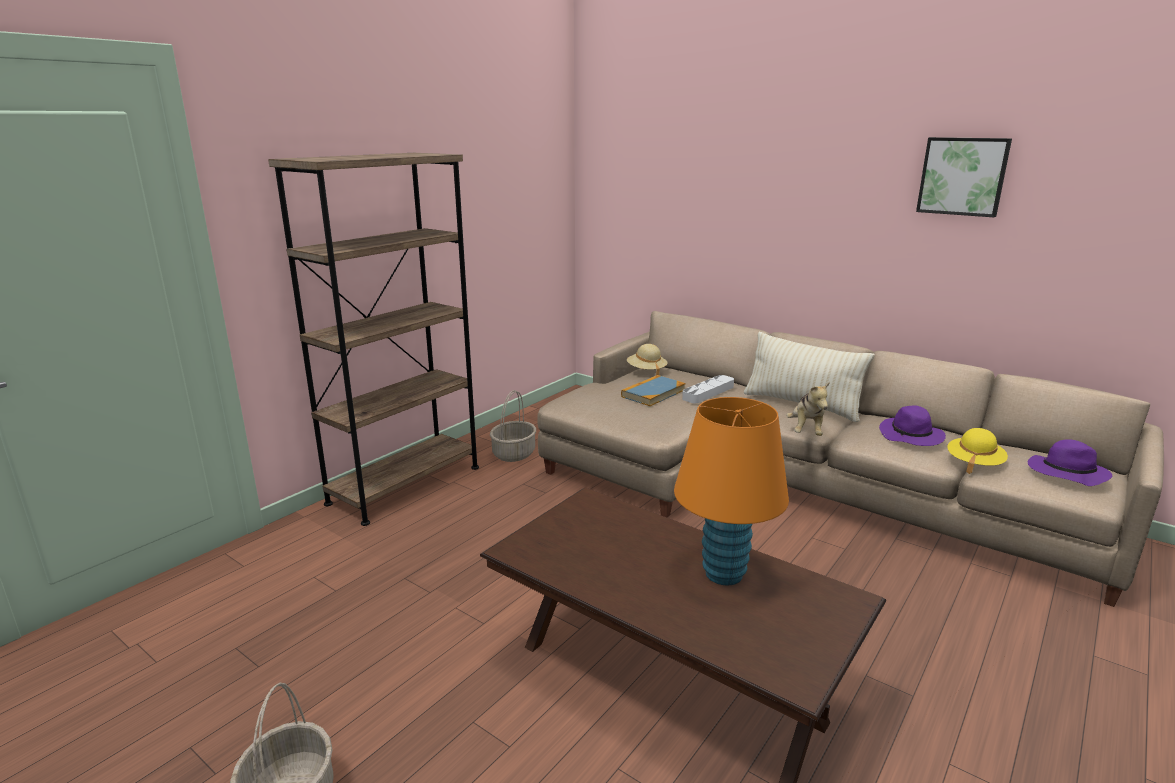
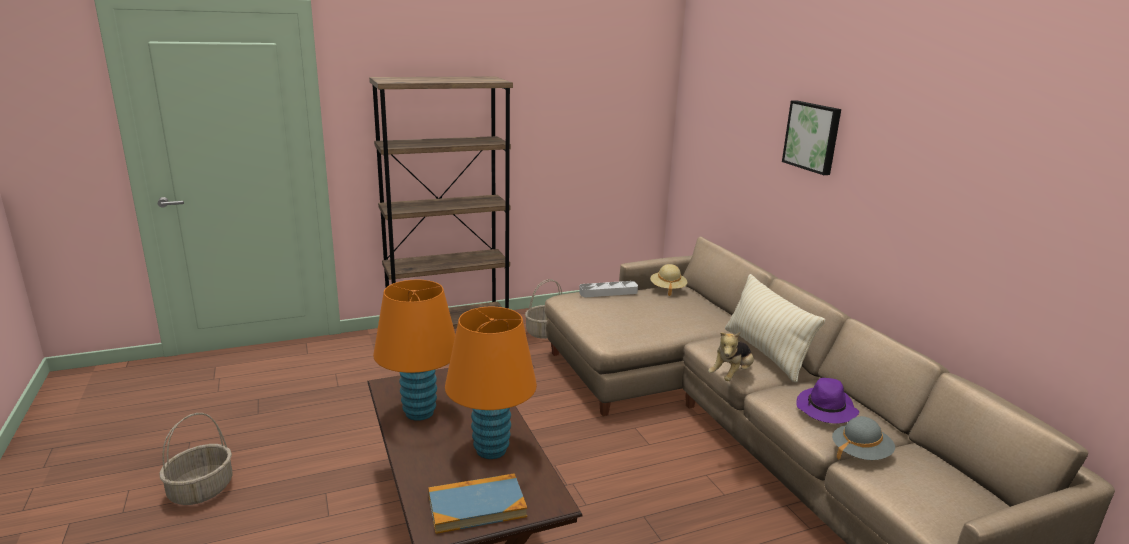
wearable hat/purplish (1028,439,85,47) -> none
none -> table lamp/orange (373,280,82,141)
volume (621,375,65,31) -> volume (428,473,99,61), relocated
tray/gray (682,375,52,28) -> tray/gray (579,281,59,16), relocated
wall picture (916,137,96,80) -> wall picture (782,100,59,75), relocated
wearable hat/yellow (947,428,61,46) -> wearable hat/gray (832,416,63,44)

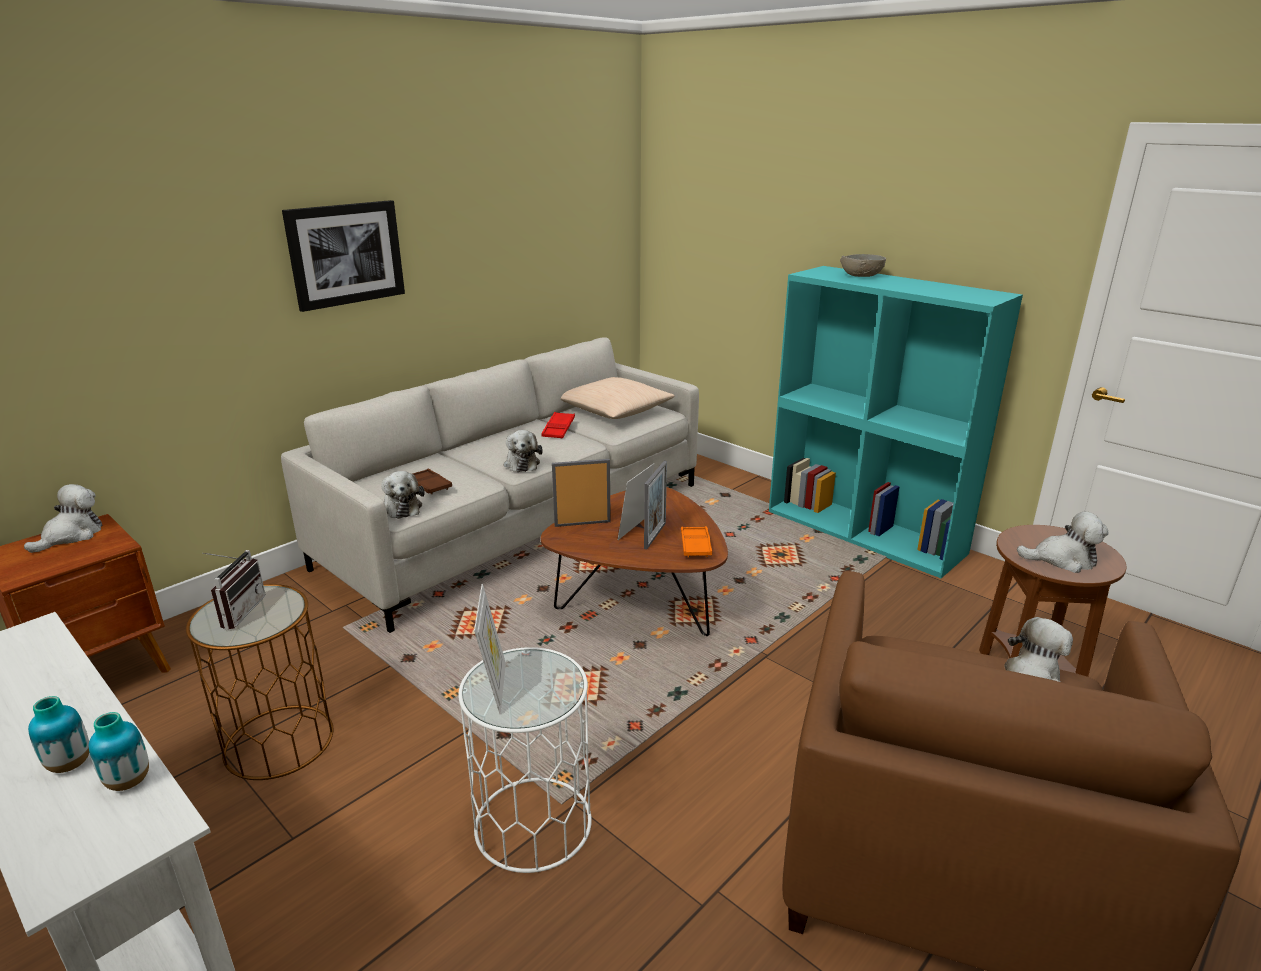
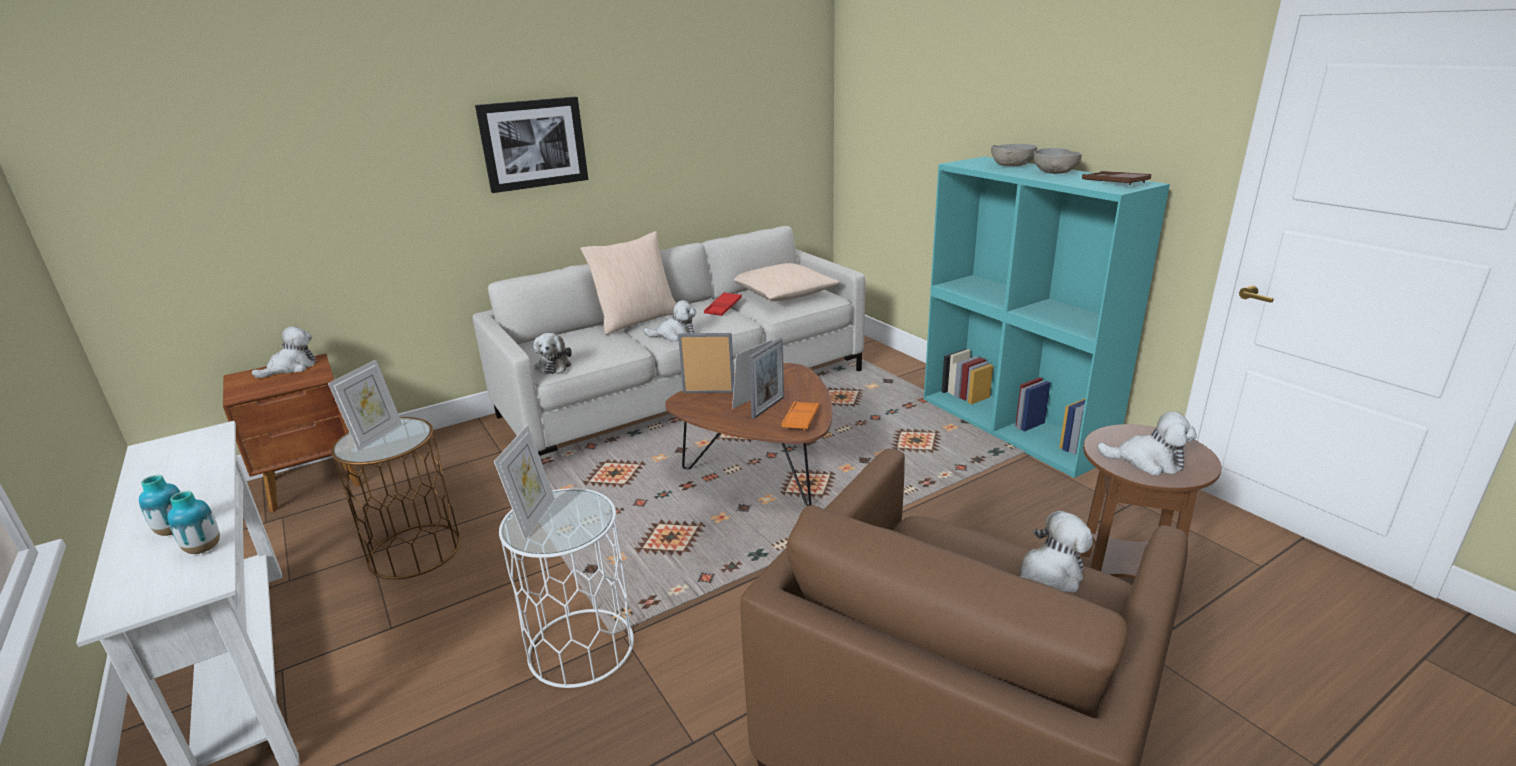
none -> throw pillow/sand-coloured (580,231,96,104)
none -> bowl/gray (1034,148,48,26)
tray/brownish (413,469,39,25) -> tray/brownish (1082,171,69,14), relocated
radio (202,550,64,80) -> photo frame (328,360,74,91)
soft toy (504,430,39,42) -> soft toy (644,300,52,42), 90 degrees counterclockwise

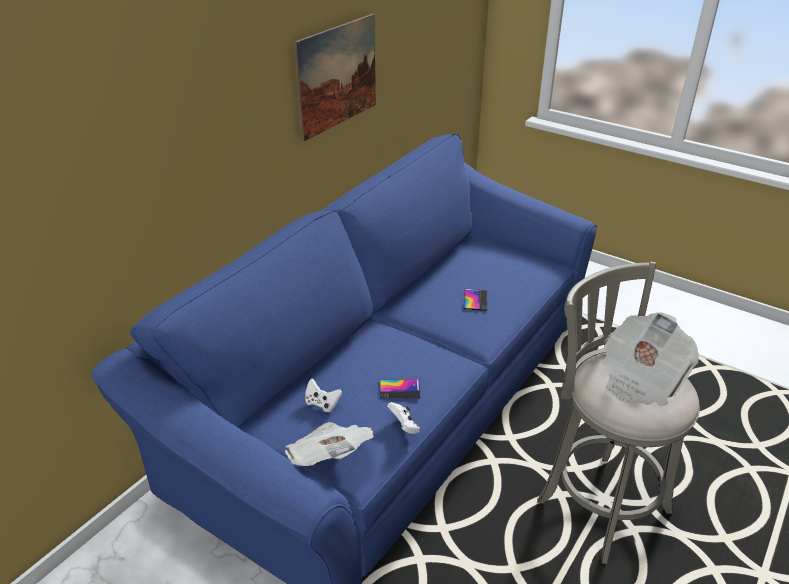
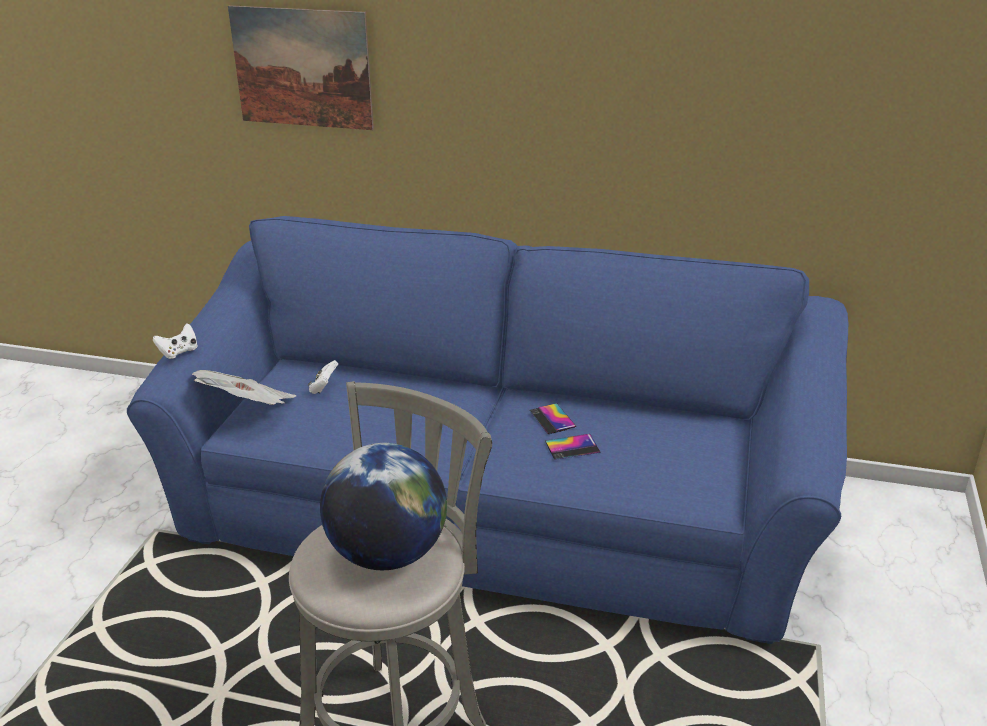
wall picture (294,14,82,127) -> wall picture (228,5,146,125), relocated
handset (380,379,40,20) -> handset (529,403,48,31), relocated
game controller/white (387,402,33,32) -> game controller/white (153,323,44,36), relocated
printed paper (602,312,97,94) -> world globe (320,443,127,127)

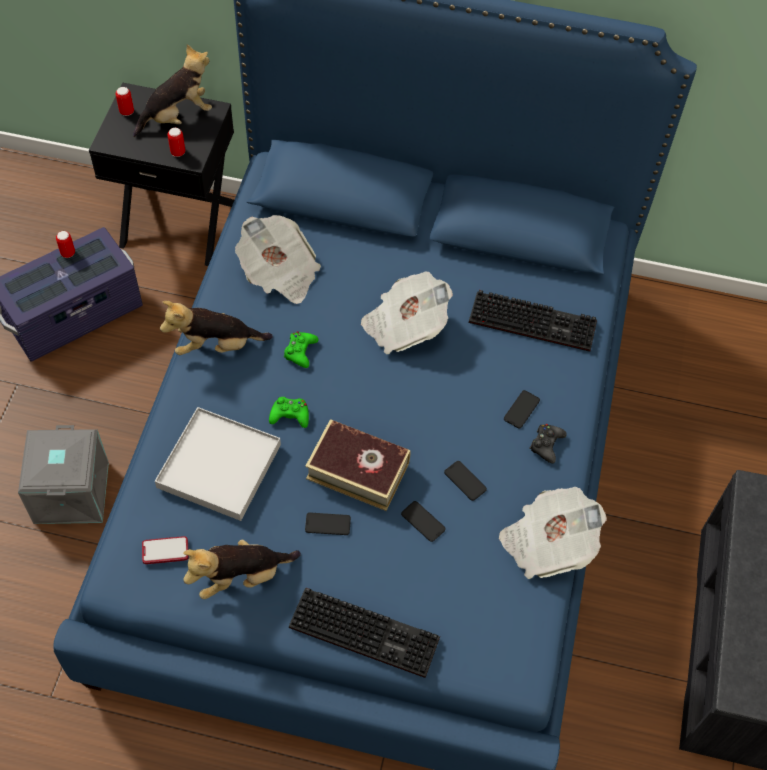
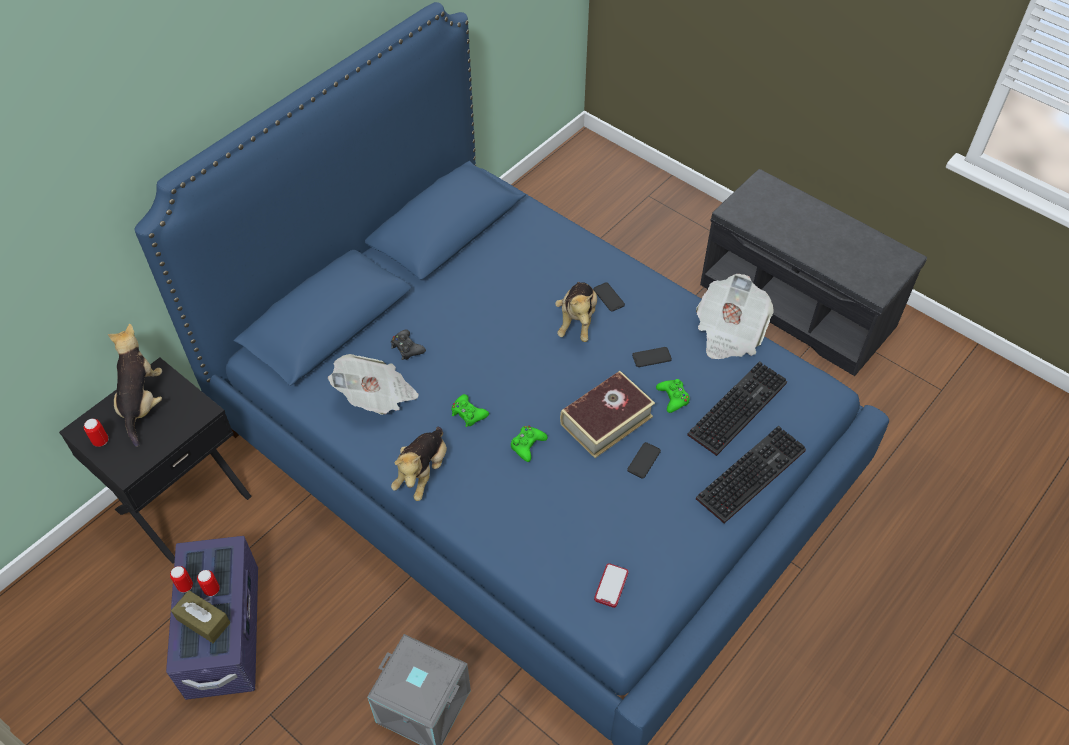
tray/white (155,407,126,114) -> none
printed paper (361,271,92,83) -> none
none -> tissue holder/brownish (171,590,59,53)
can (168,128,17,29) -> can (197,570,23,26), relocated
soft toy (183,540,118,59) -> soft toy (555,282,42,60), relocated
computer keyboard (469,290,128,62) -> computer keyboard (687,361,100,95), relocated
game controller/blackish (529,424,38,40) -> game controller/blackish (391,329,35,31), relocated
handset (401,501,45,41) -> game controller/green-coloured (656,379,34,34)

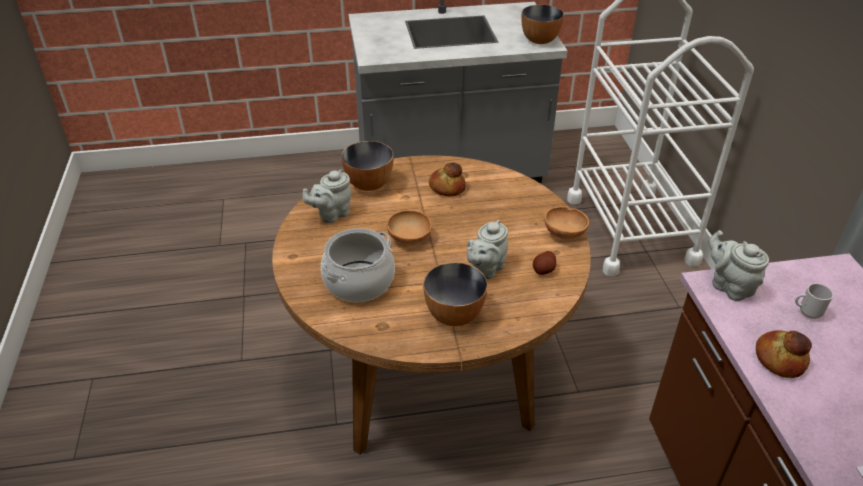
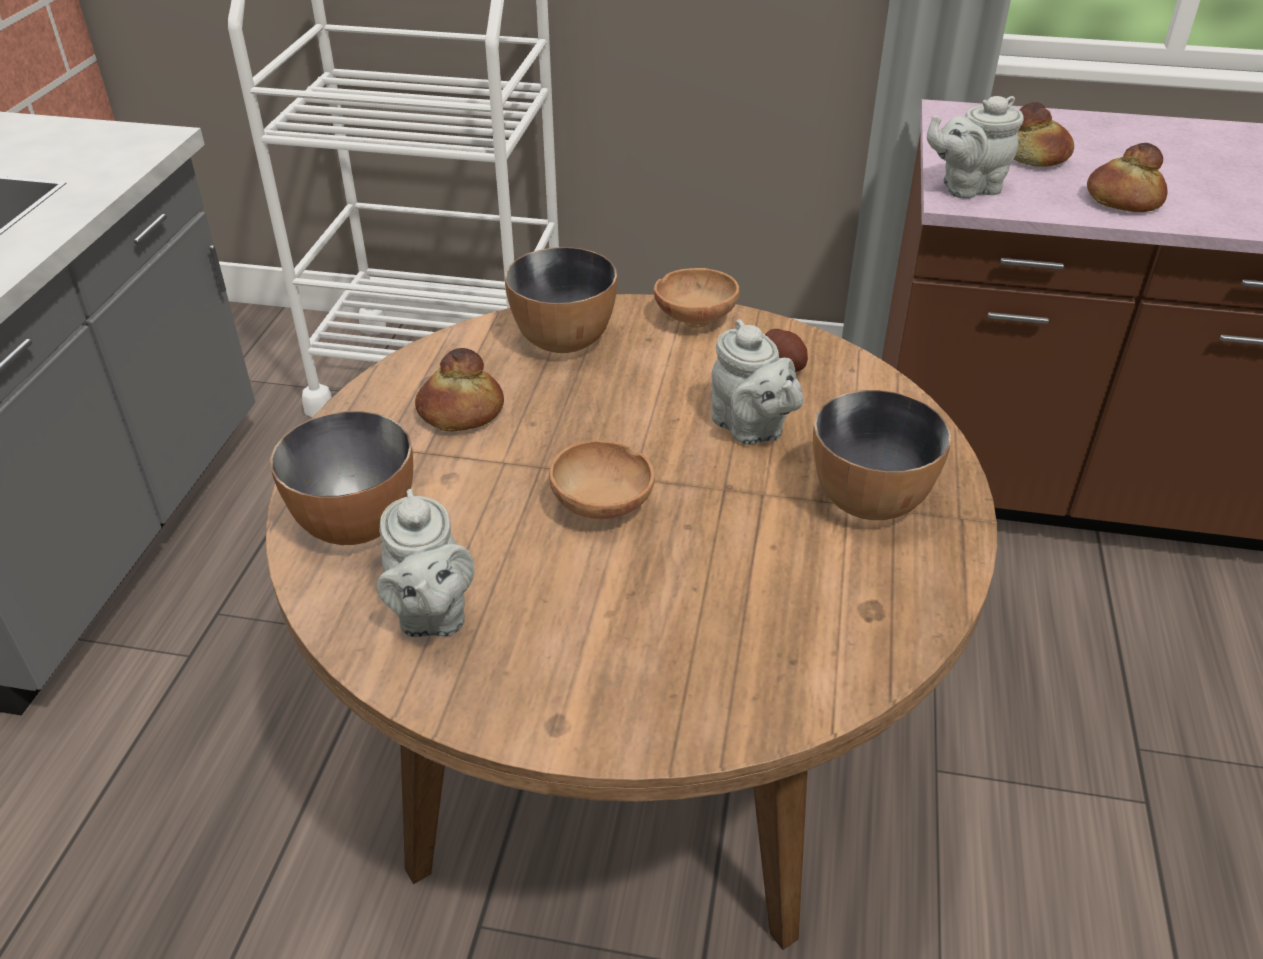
saucepot (321,228,74,74) -> none
bowl (521,5,43,39) -> bowl (505,247,112,106), relocated
coffee mug (795,283,38,36) -> bread (1014,102,60,65)

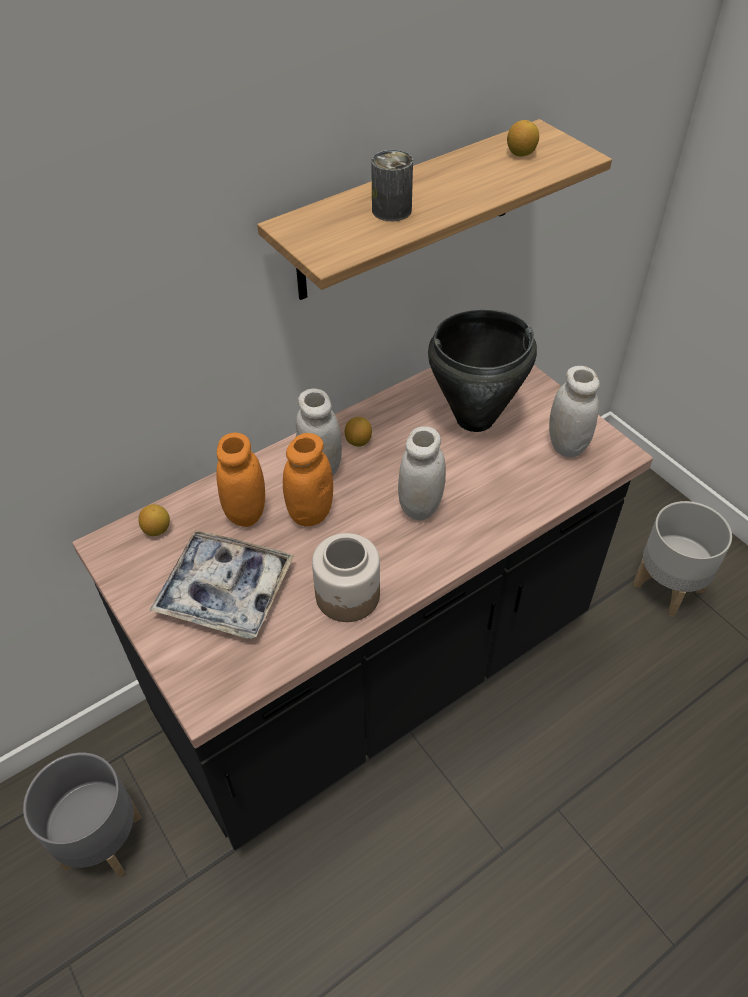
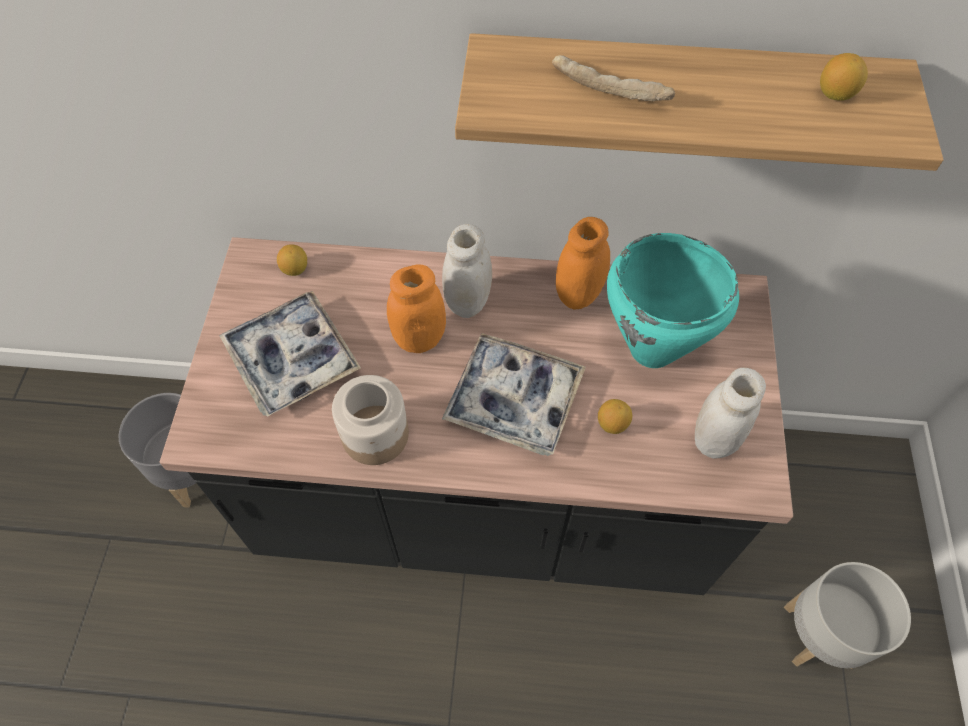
storage jar/orange (216,433,49,94) -> storage jar/orange (556,217,54,93), relocated
lemon (345,417,27,30) -> lemon (598,399,34,35), relocated
can (371,150,42,71) -> bread (552,55,123,46)
storage jar/white (398,426,48,95) -> tray (442,333,144,123)
saucepot/blackish (428,310,109,122) -> saucepot/blue-green (607,233,132,135)

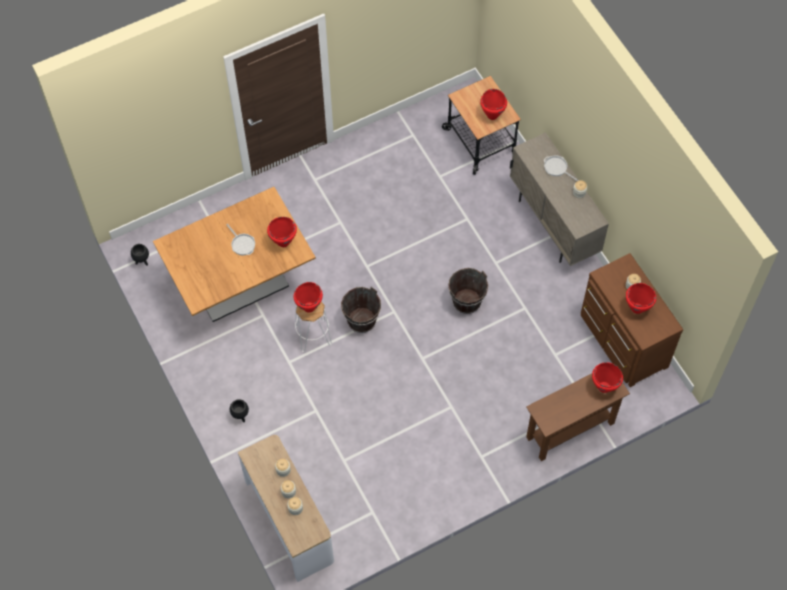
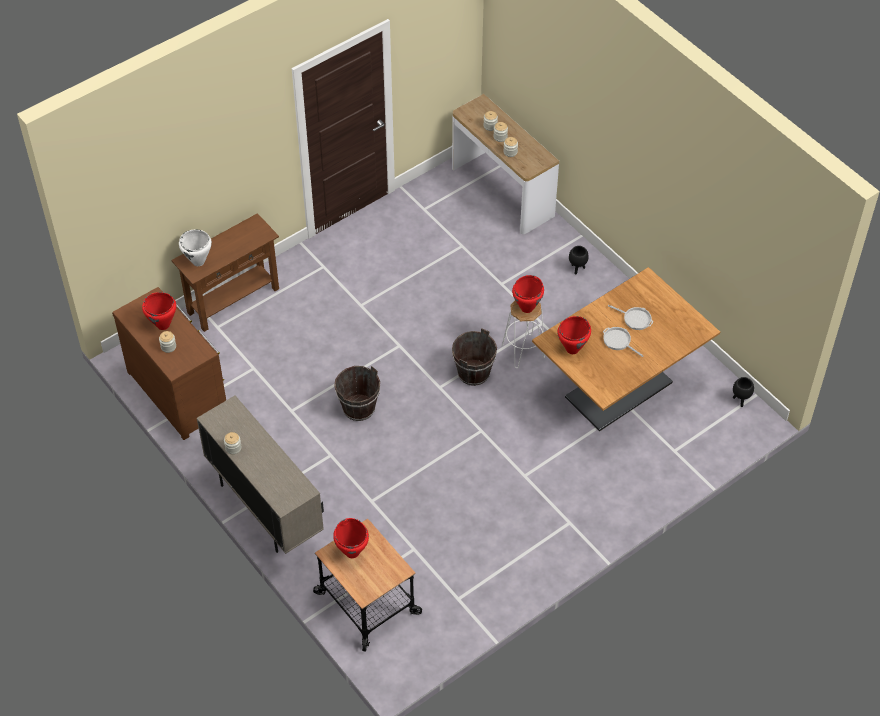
frying pan (544,155,35,26) -> frying pan (608,305,45,25), relocated
saucepot/red-coloured (592,362,31,31) -> saucepot/white (179,229,33,37)

